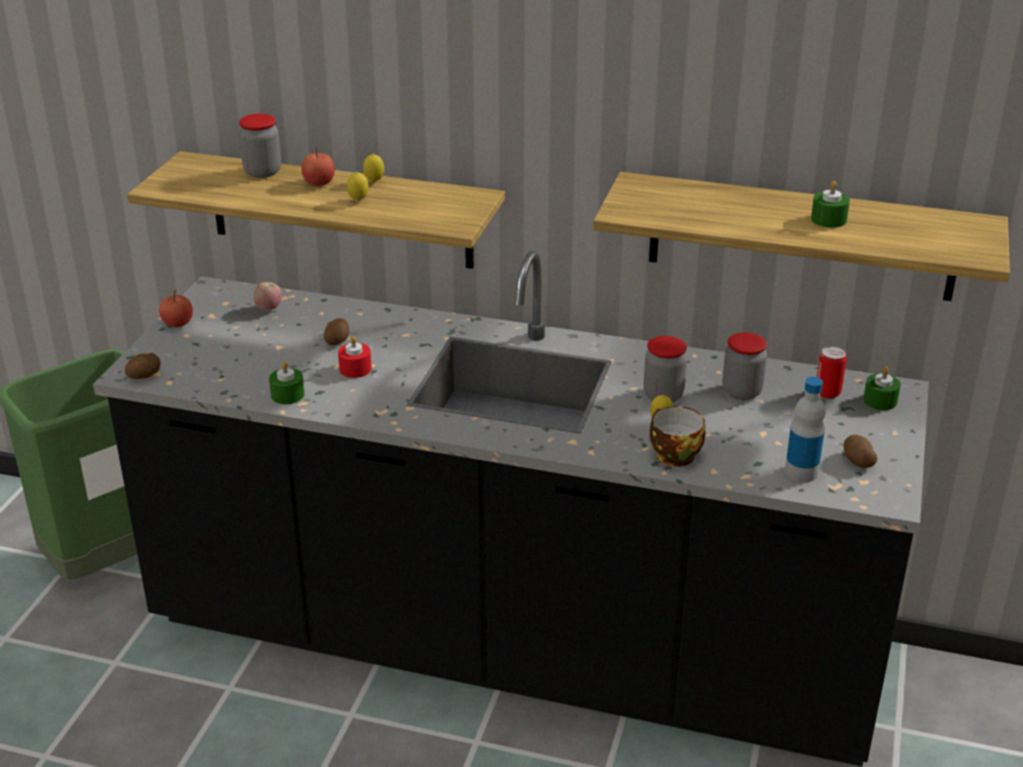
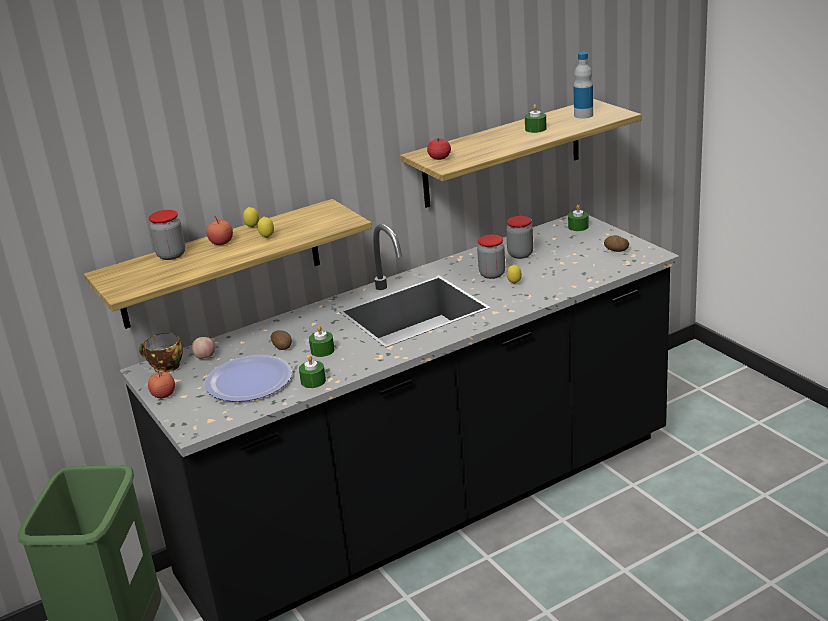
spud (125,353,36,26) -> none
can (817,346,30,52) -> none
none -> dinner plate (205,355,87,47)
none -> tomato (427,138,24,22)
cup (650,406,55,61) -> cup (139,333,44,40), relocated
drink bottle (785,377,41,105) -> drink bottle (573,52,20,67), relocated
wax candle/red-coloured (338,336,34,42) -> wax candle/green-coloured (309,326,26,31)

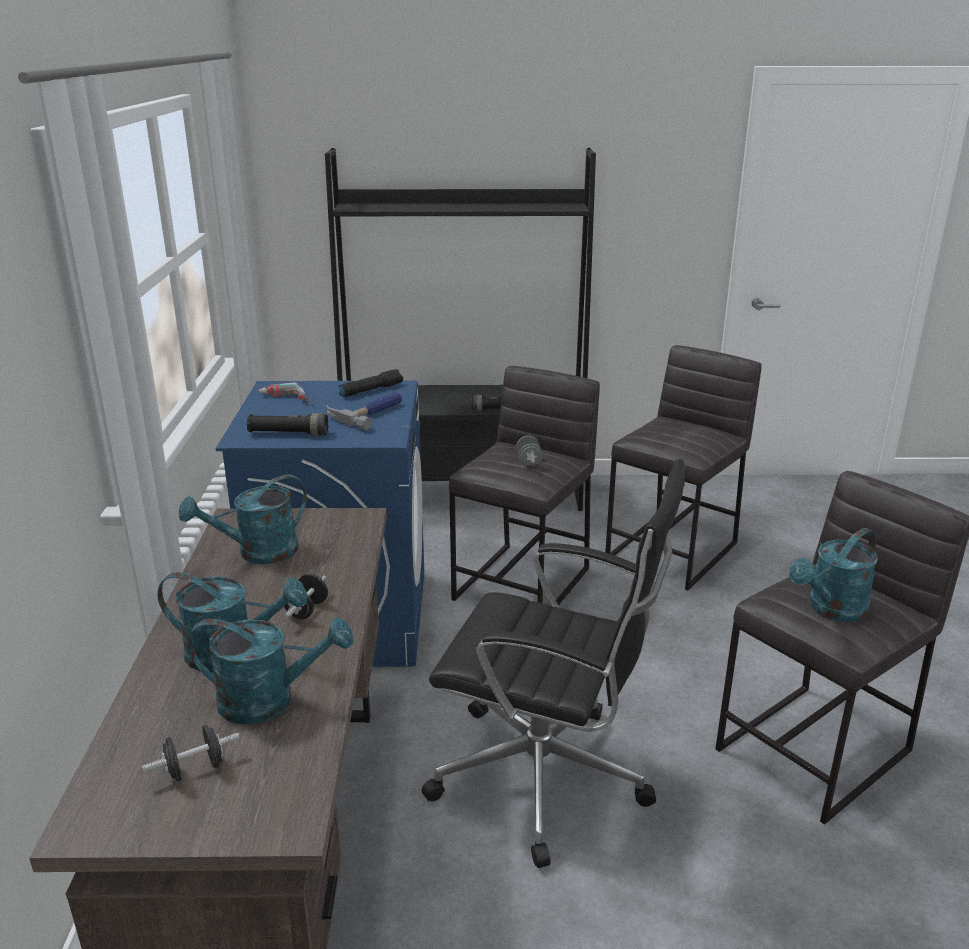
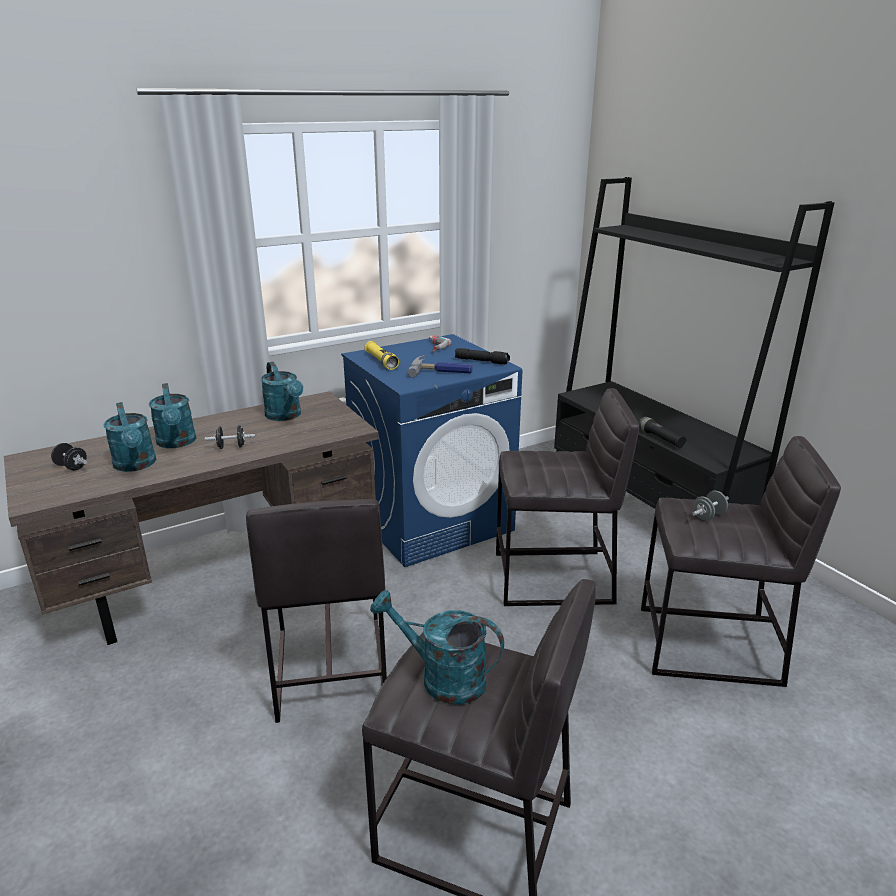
dumbbell/gray (516,435,26,31) -> dumbbell/gray (692,491,37,30), relocated
office chair/blackish (422,459,263,409) -> stool seat/gray (246,499,141,224)
torch/blackish (247,413,81,22) -> torch/yellow (364,341,35,29)
watering pot/blue-green (179,474,128,90) -> watering pot/blue-green (261,362,42,59), 150 degrees counterclockwise

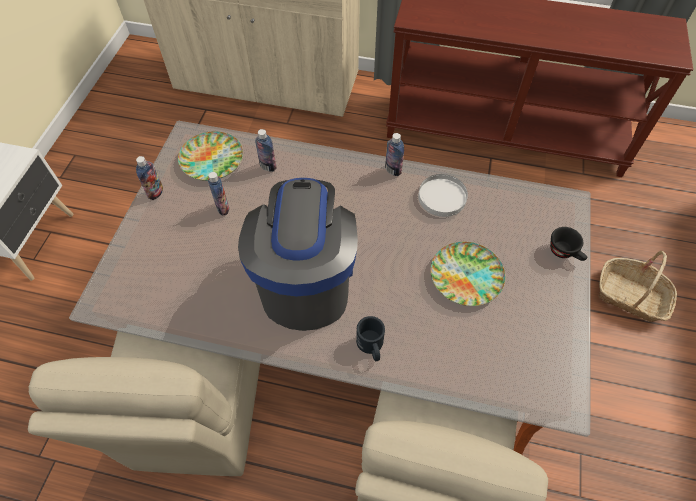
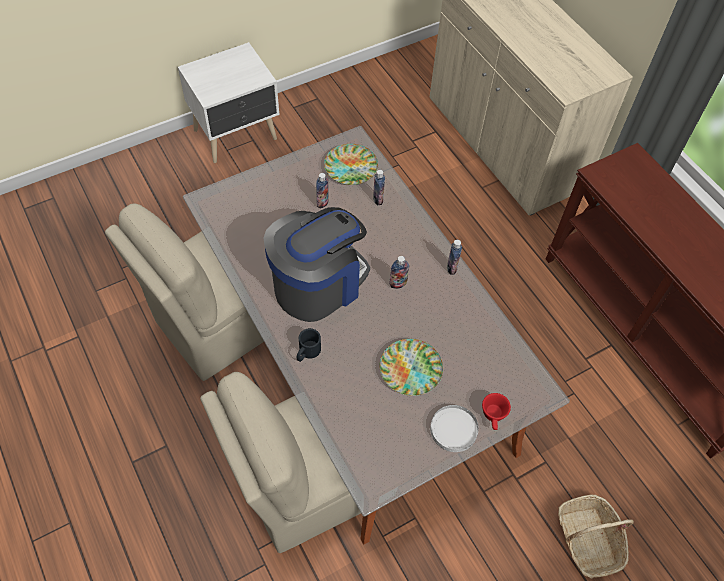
drink bottle (136,156,27,44) -> drink bottle (389,256,20,33), relocated
dinner plate/white (418,174,50,43) -> dinner plate/white (430,405,49,47), relocated
cup/blackish (550,227,37,34) -> cup/red-coloured (482,393,29,37)

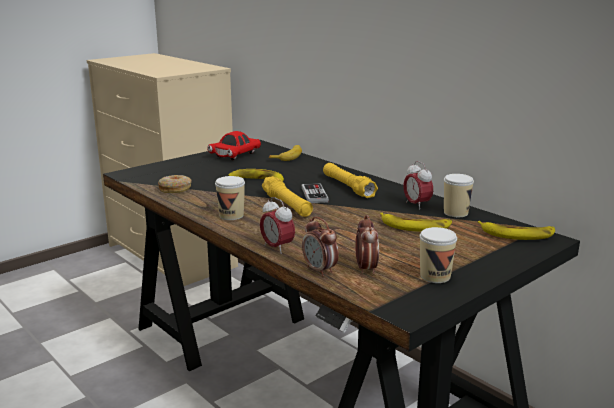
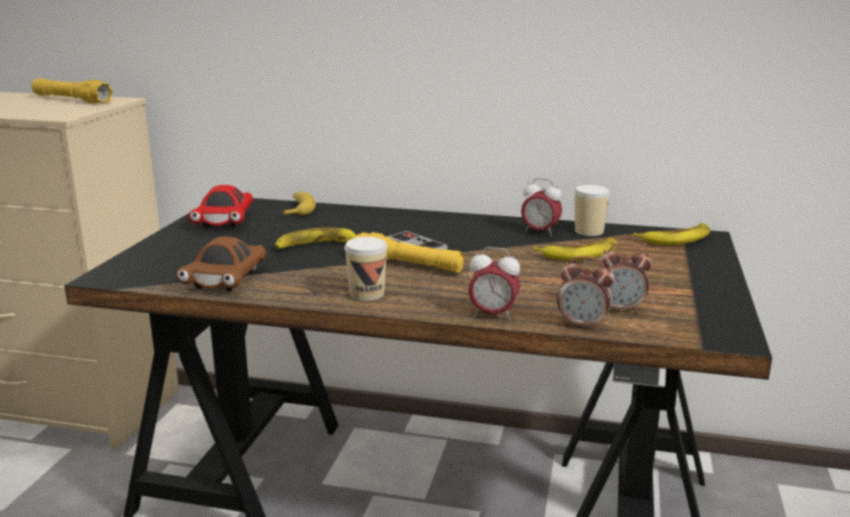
cup (420,227,37,56) -> none
torch/yellow (323,163,55,35) -> torch/yellow (32,78,81,26), relocated
ring doughnut (158,175,34,18) -> miniature car/brownish (176,236,90,55)
bedside clock (355,215,24,60) -> bedside clock (600,243,51,70), 135 degrees clockwise

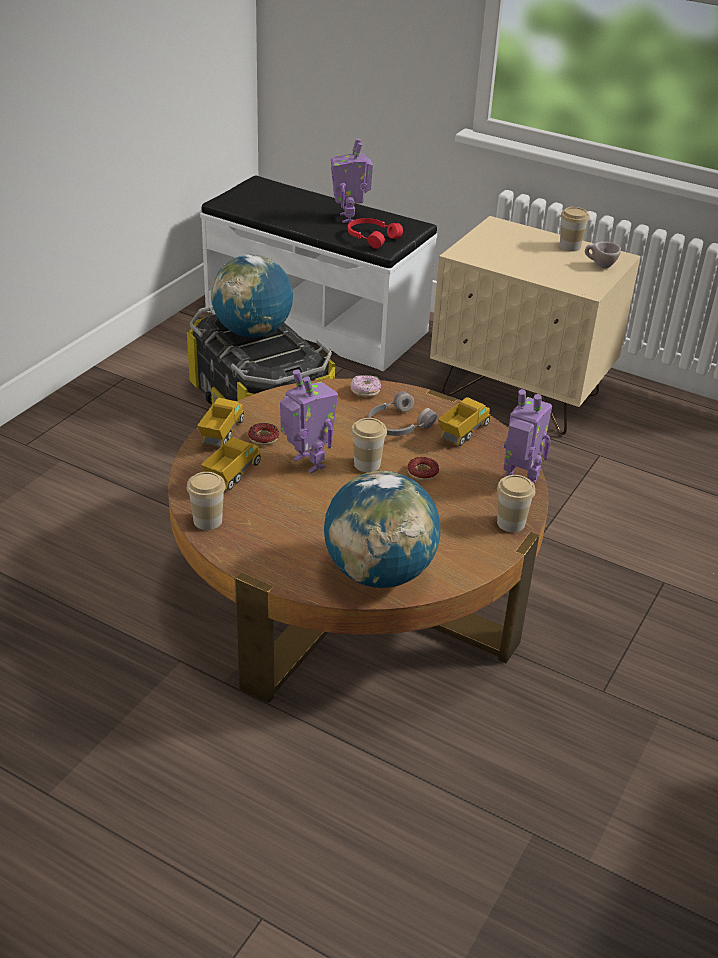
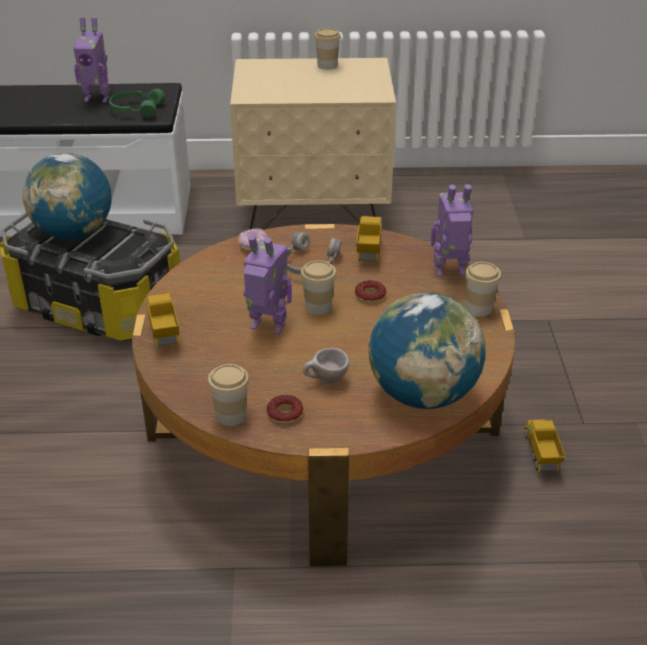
toy lorry (201,437,60,53) -> toy lorry (524,419,42,53), relocated
ring doughnut (248,423,31,22) -> ring doughnut (267,395,36,29), relocated
cup/sand-coloured (585,242,36,26) -> cup/sand-coloured (303,348,46,36), relocated
pair of headphones/red-coloured (348,218,55,31) -> pair of headphones/green-coloured (109,88,56,30)
model robot (331,138,42,85) -> model robot (73,17,37,86), 45 degrees counterclockwise

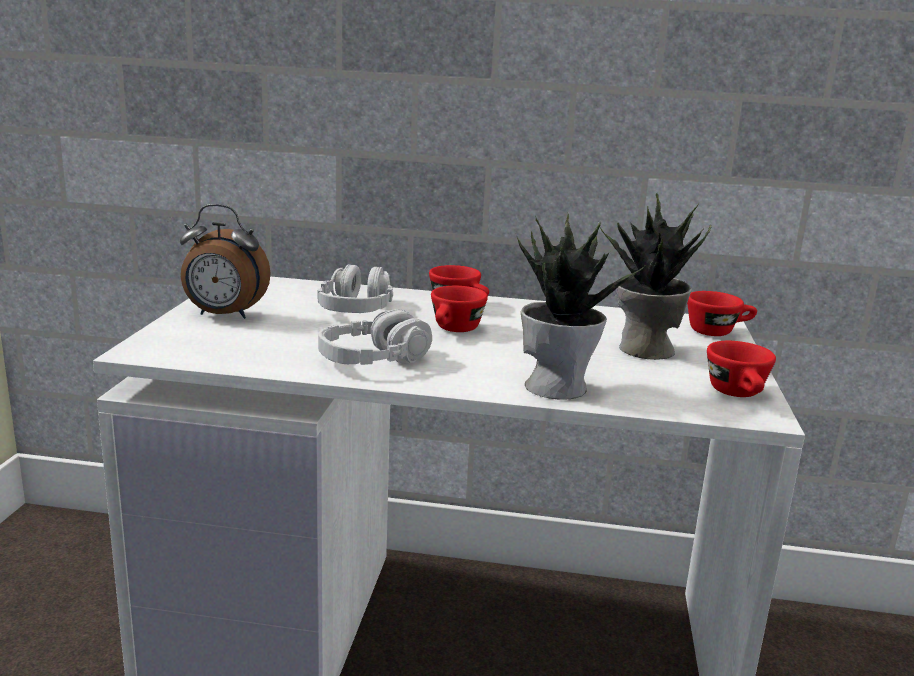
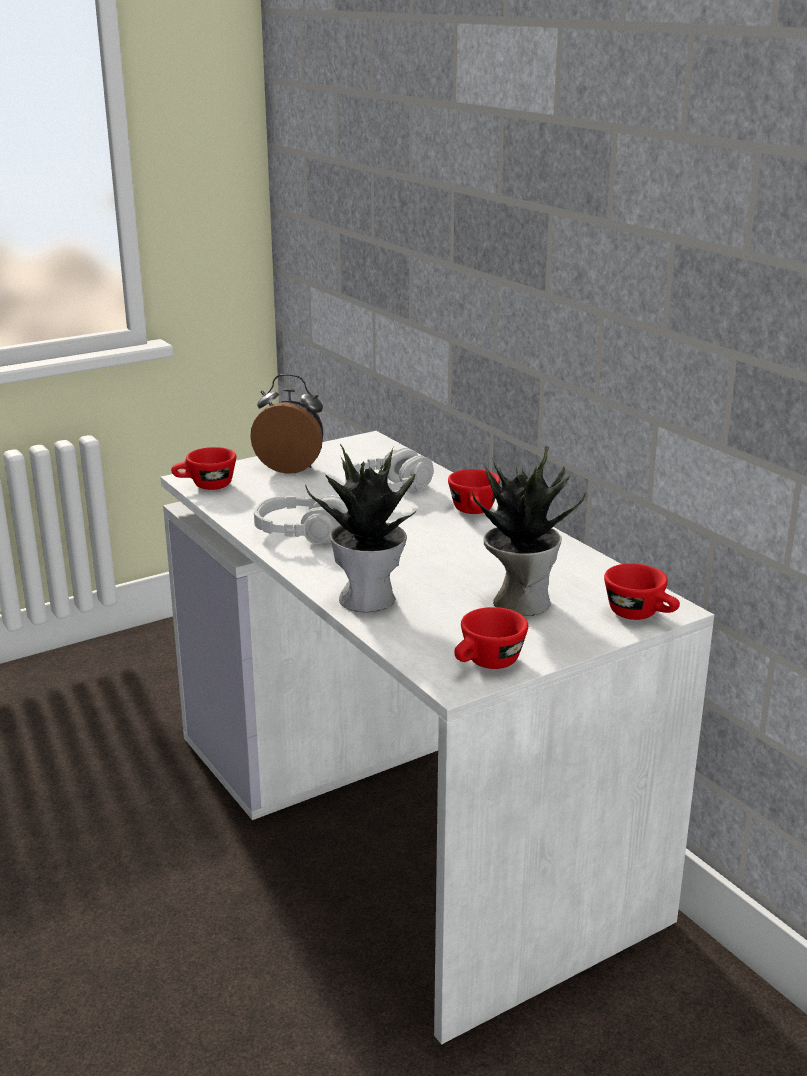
cup/red-coloured (431,286,57,46) -> cup/red-coloured (171,447,65,43), relocated
bedside clock (180,204,91,115) -> bedside clock (250,374,73,100), 135 degrees clockwise

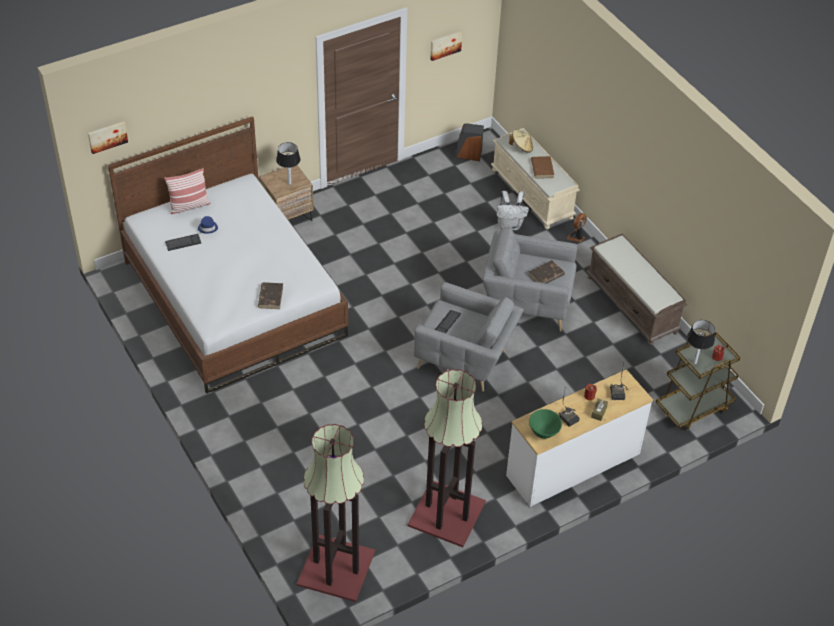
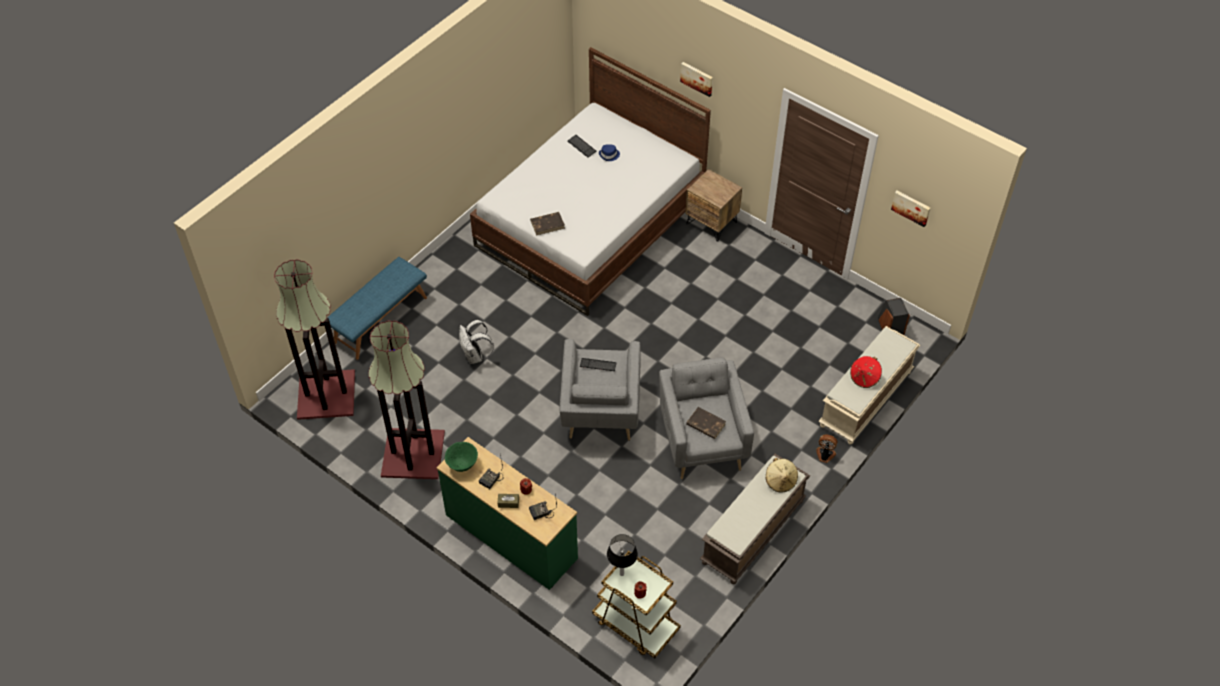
throw pillow (164,168,47,46) -> none
table lamp (276,142,25,43) -> none
none -> long seat/bluish (327,257,100,103)
wall picture (88,121,40,33) -> wall picture (680,62,33,35), relocated
backpack/white (497,191,32,39) -> backpack/white (459,320,35,44), relocated
wearable hat/sand-coloured (509,129,24,24) -> wearable hat/sand-coloured (766,458,32,35), relocated
volume/brownish (531,156,23,23) -> wearable hat/red-coloured (850,356,32,32)
dresser/white (506,369,147,138) -> dresser/green-coloured (436,437,142,153)

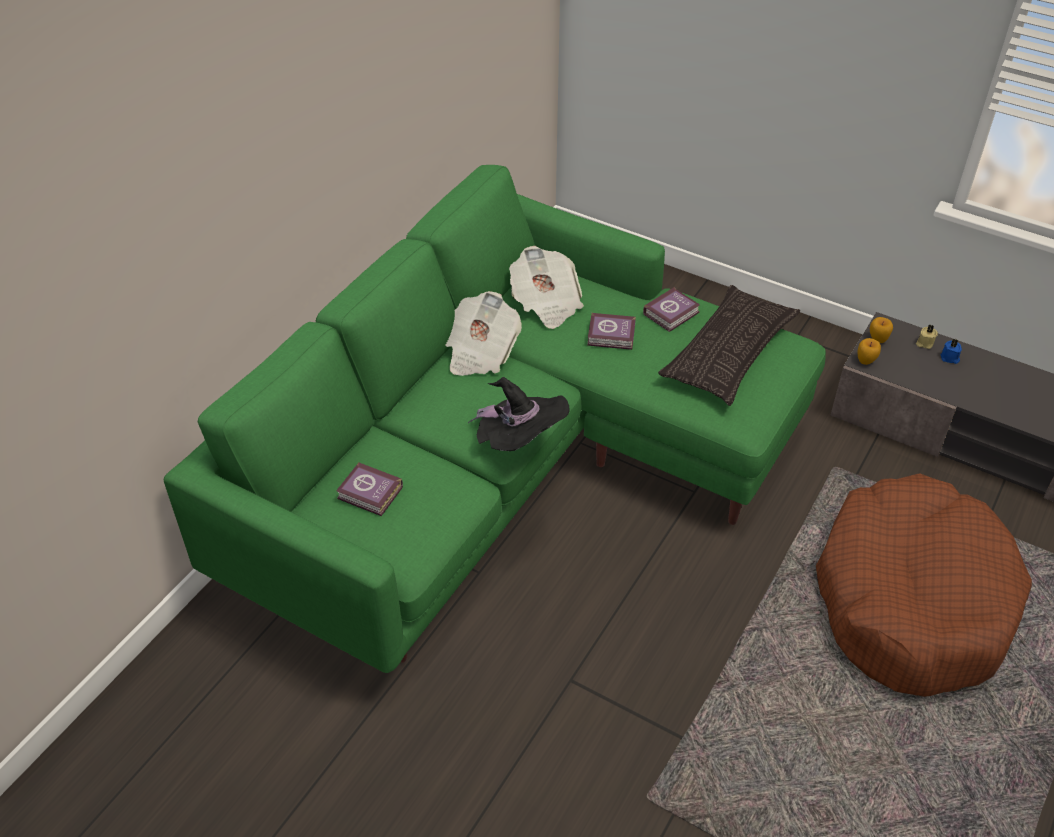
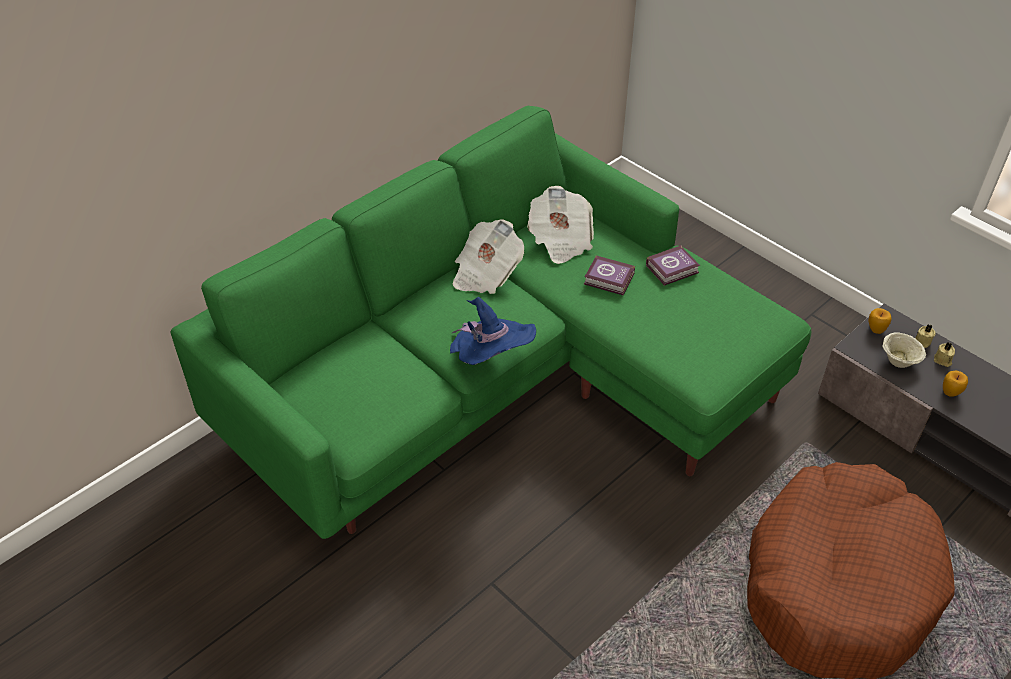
volume (336,462,67,54) -> none
throw pillow (658,285,142,121) -> none
none -> bowl/sand-coloured (882,332,44,36)
apple (857,338,24,27) -> apple (943,371,25,26), relocated
wearable hat/blackish (468,377,102,74) -> wearable hat/bluish (450,297,86,68)
wax candle/bluish (941,339,21,25) -> wax candle/sand-coloured (934,342,21,25)

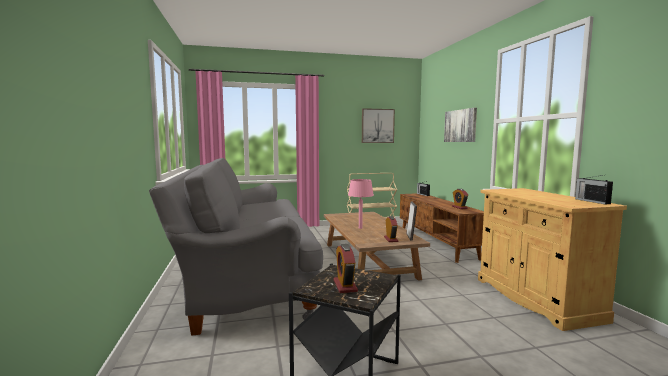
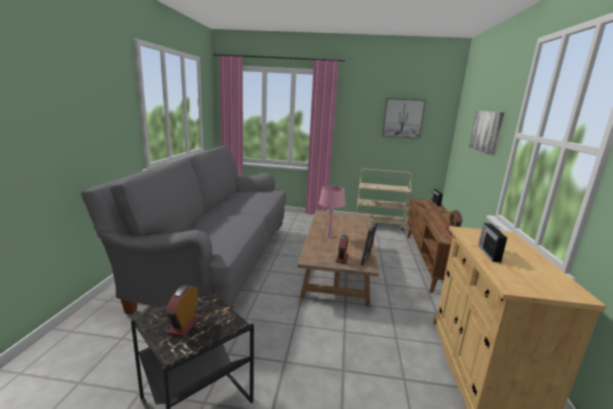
radio (575,175,38,29) -> radio (478,223,29,40), relocated

